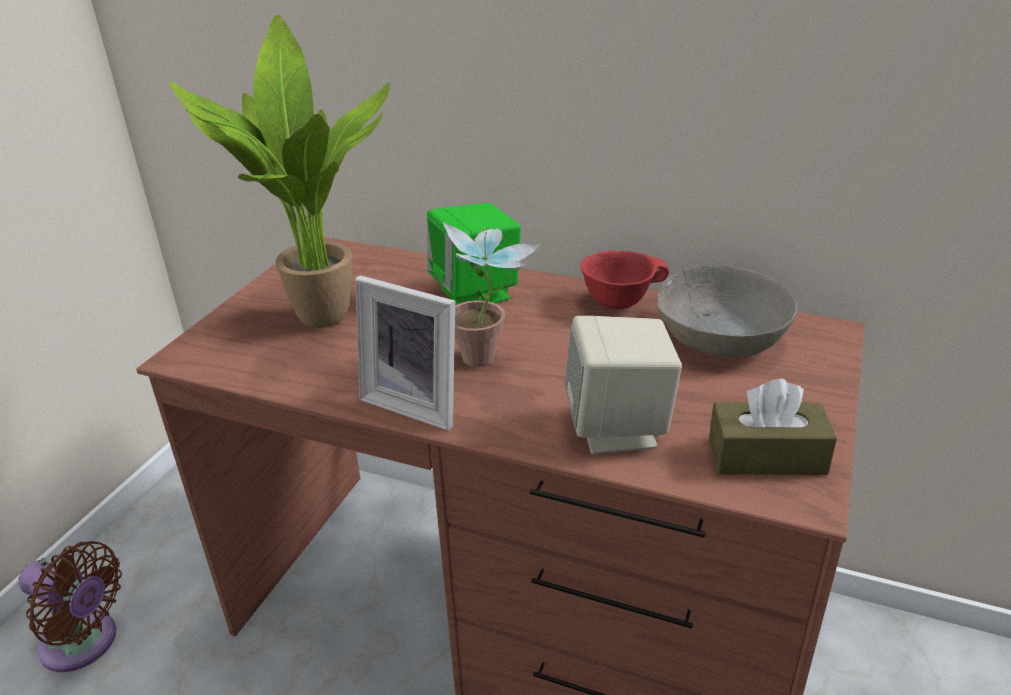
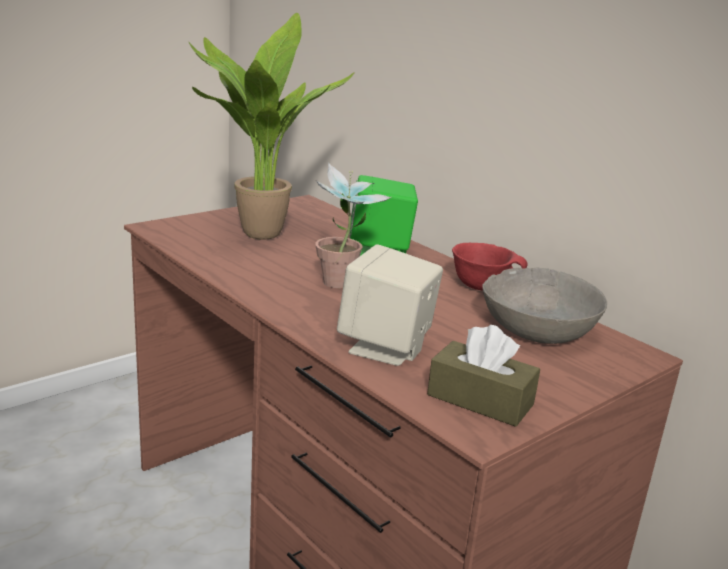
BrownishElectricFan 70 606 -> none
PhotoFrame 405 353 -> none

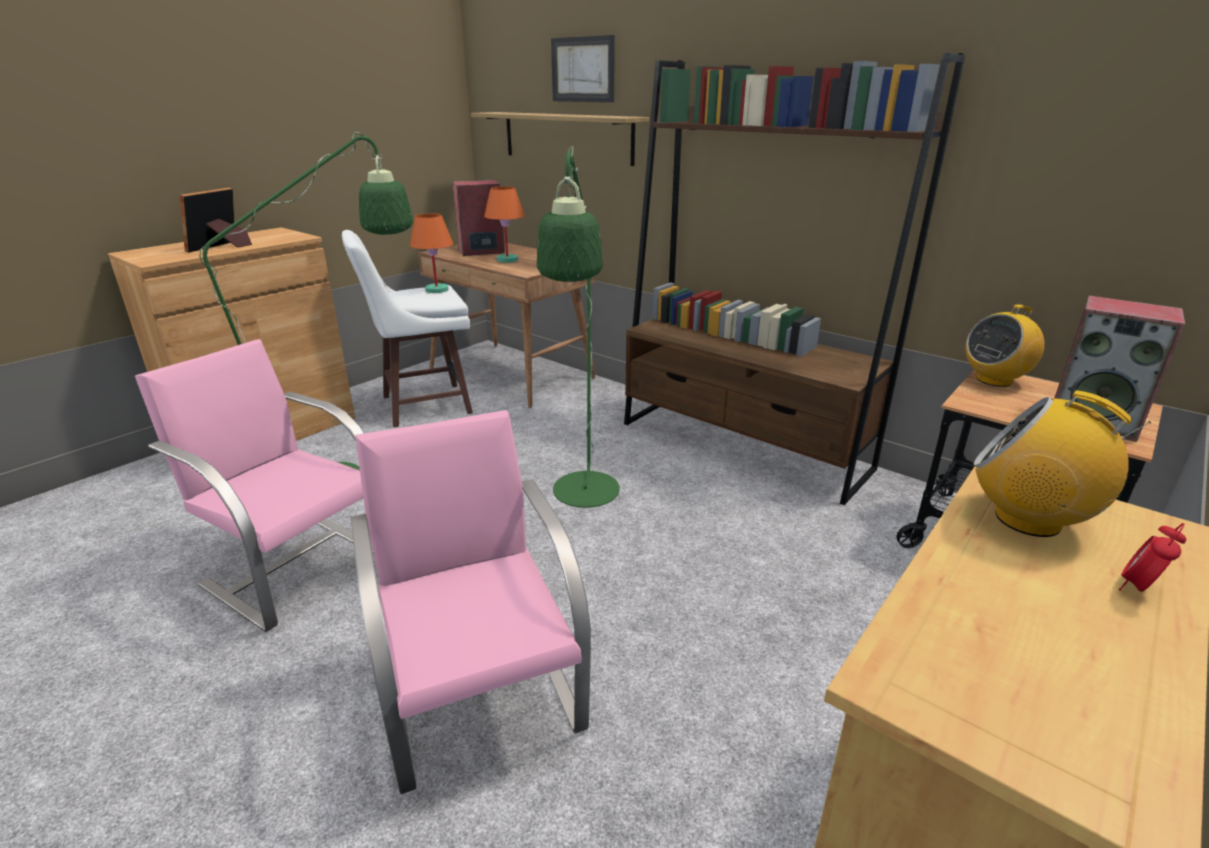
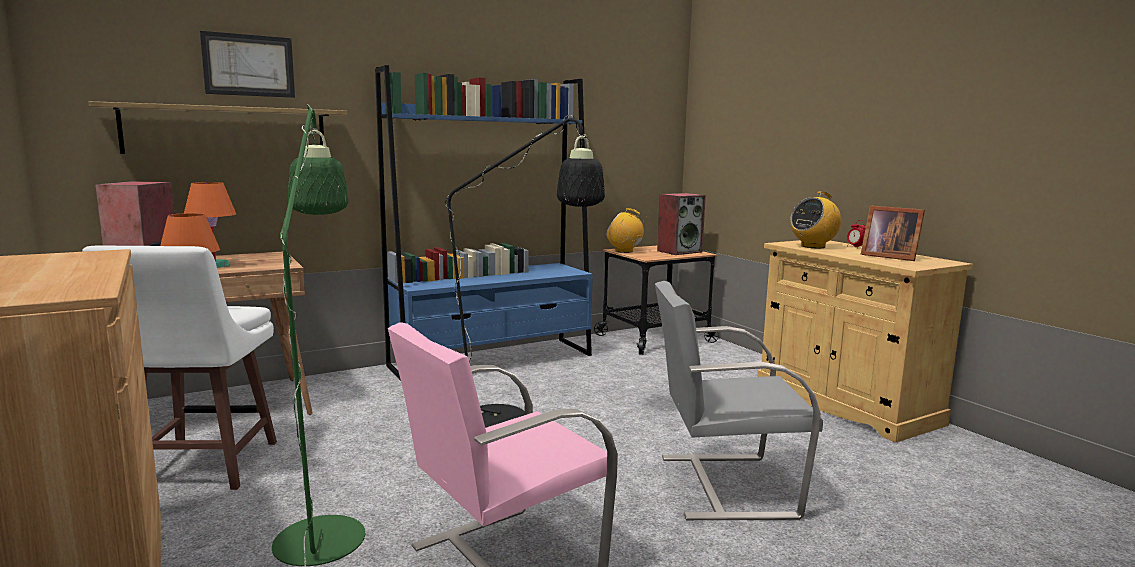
GreenColouredFloorLamp 578 327 -> BlackFloorLamp 484 271
BrownishBookshelf 794 279 -> BlueBookshelf 484 223
RadioSet 1005 345 -> RadioSet 626 230, 120 degrees clockwise
PinkishChair 471 602 -> GrayChair 739 400
PhotoFrame 216 220 -> PhotoFrame 893 233, relocated

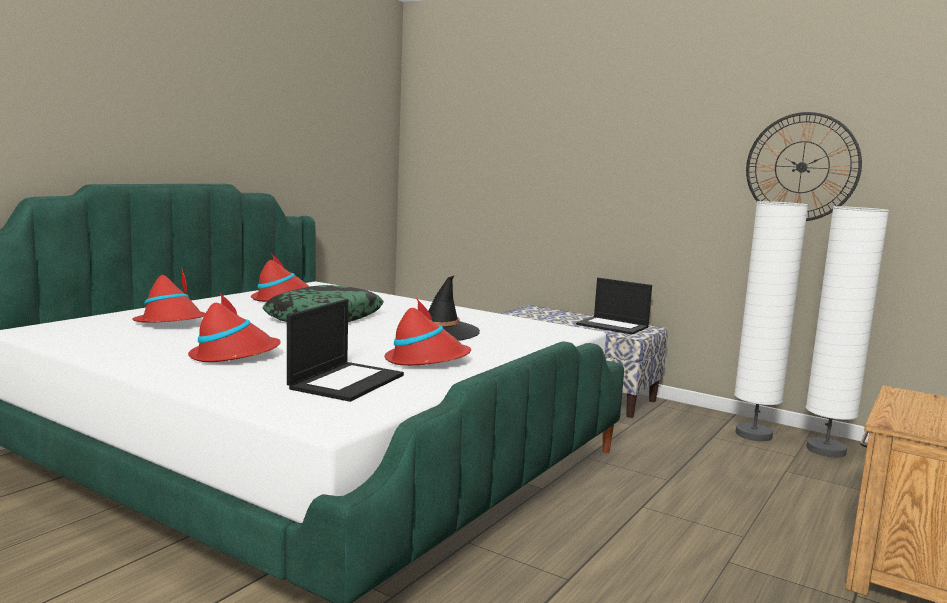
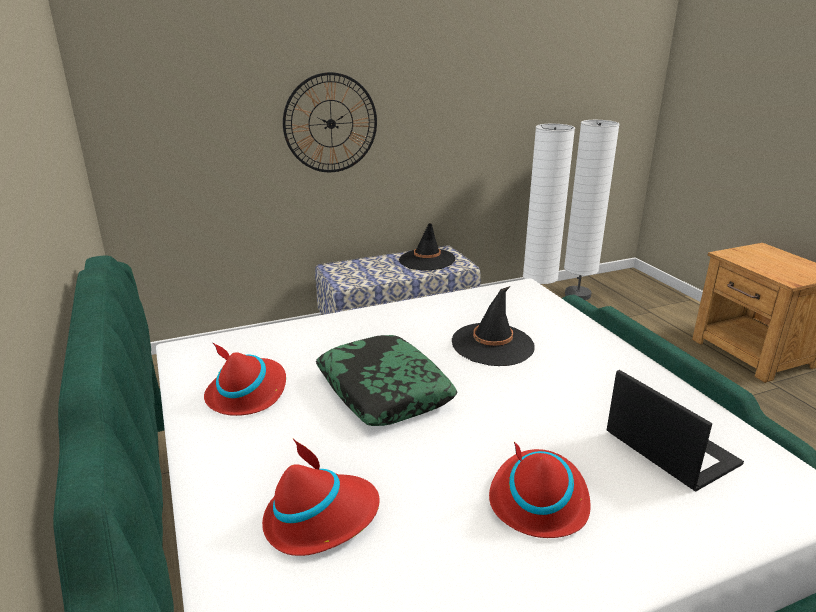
HangingClock 804 166 -> HangingClock 330 122, relocated
NotebookComputer 614 306 -> BlackHat 427 247
ReddishHat 427 331 -> none

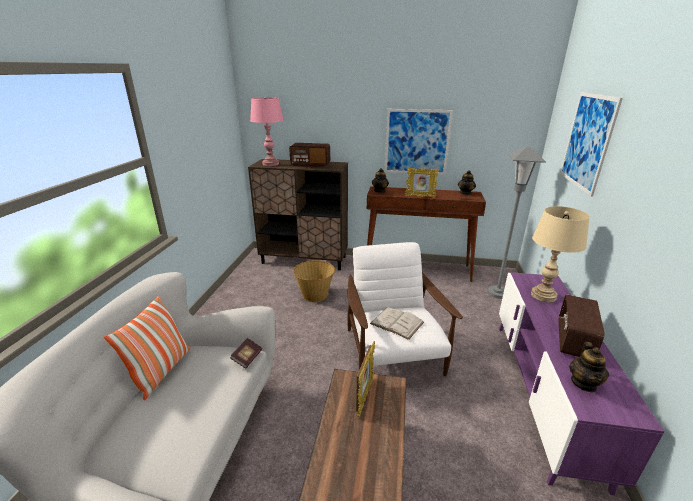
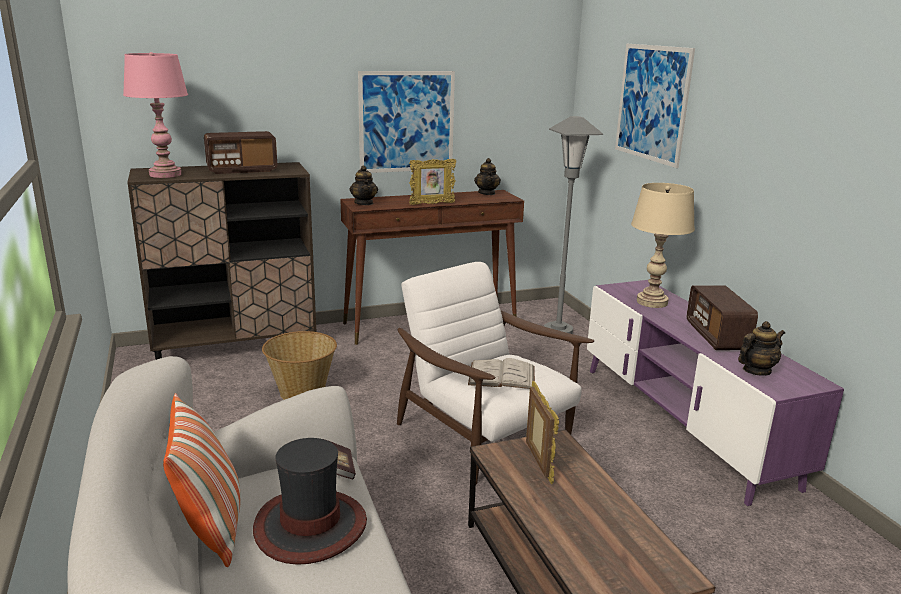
none -> Hat 310 501
TeaPot 589 367 -> TeaPot 761 348, 105 degrees counterclockwise

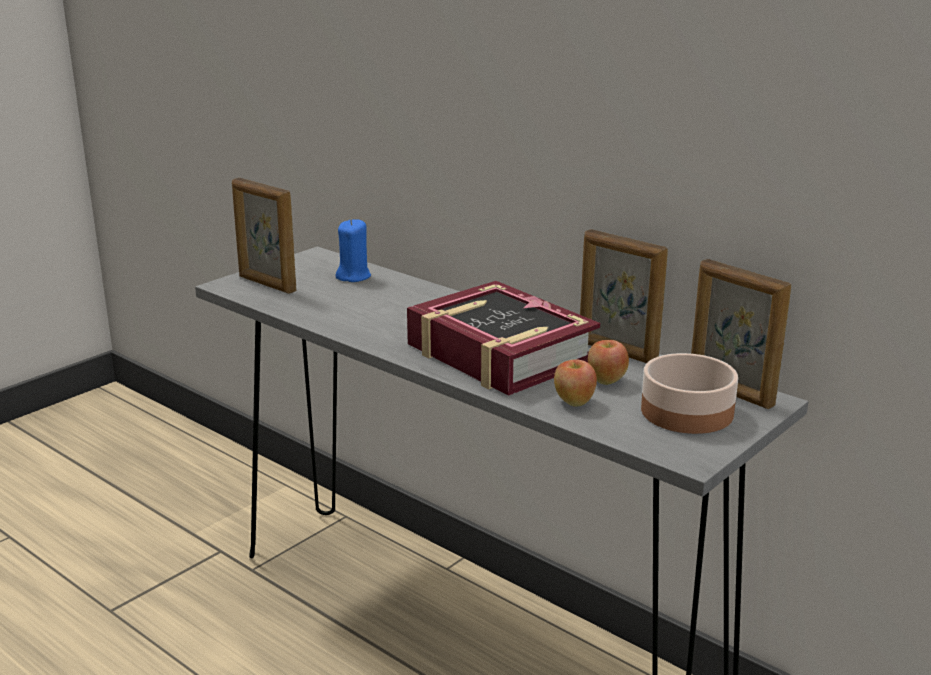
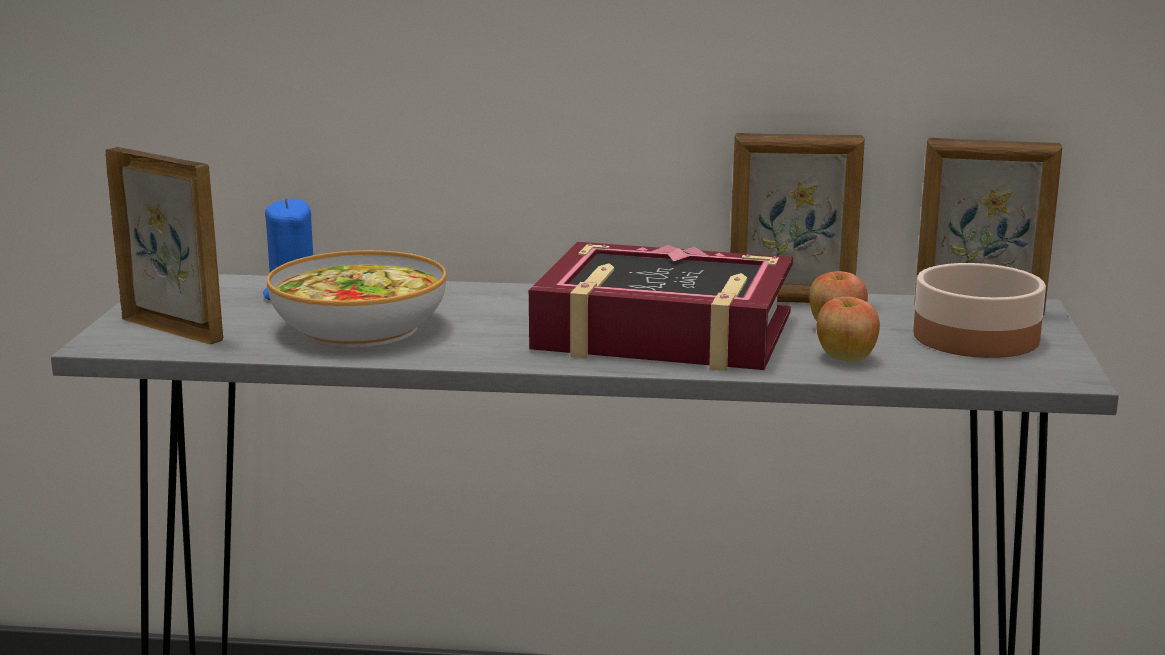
PhotoFrame 264 236 -> PhotoFrame 164 245, 150 degrees counterclockwise
none -> ServingBowl 356 299

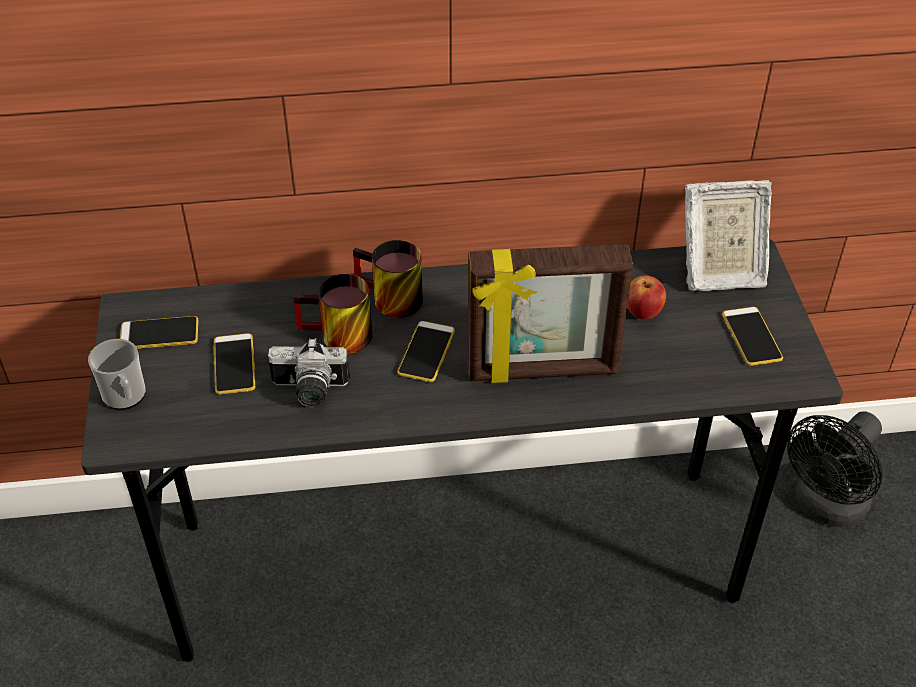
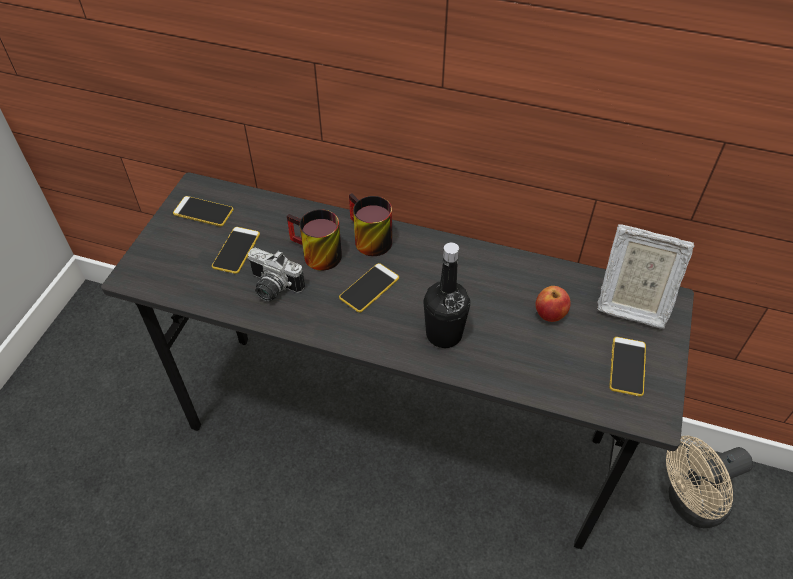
PhotoFrame 550 313 -> BlackDrinkBottle 446 295
BlackElectricFan 835 469 -> SandColouredElectricFan 709 482
Mug 117 374 -> none

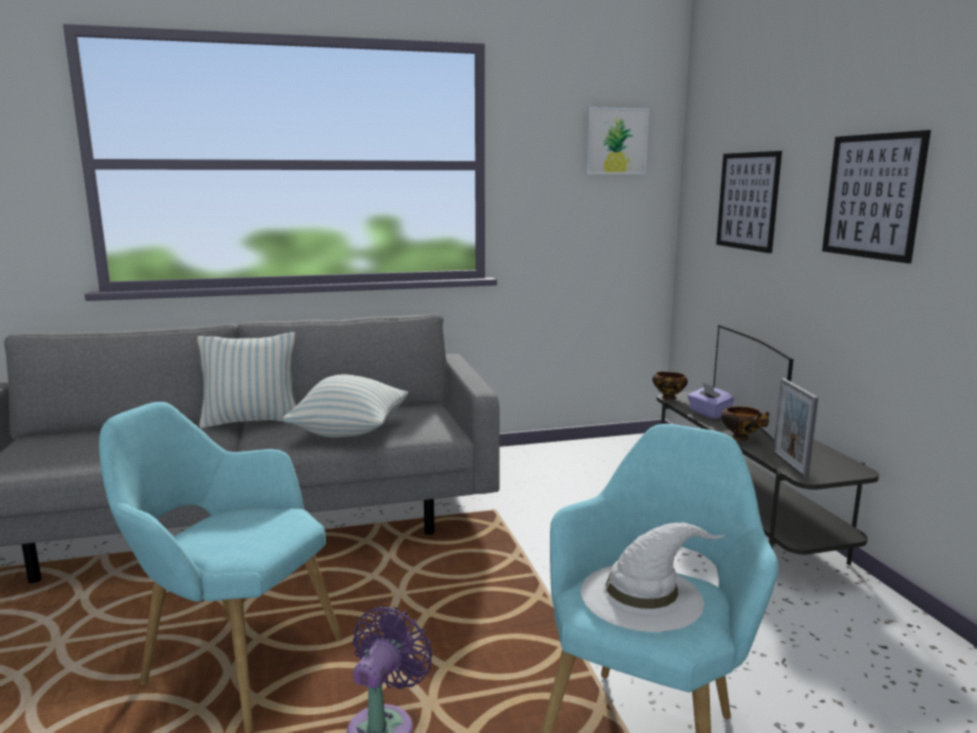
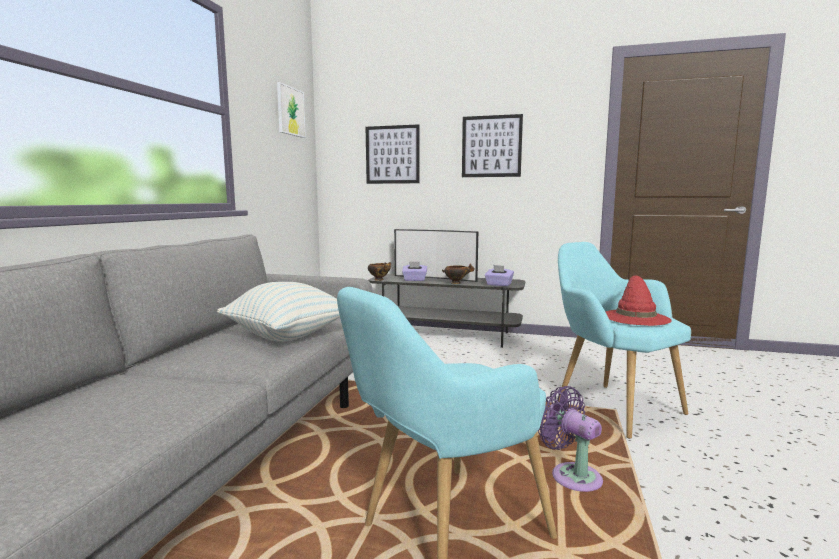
PhotoFrame 795 428 -> PurplishTissueBox 499 275
WhiteColouredHat 653 577 -> ReddishHat 638 301
Cushion 246 380 -> none

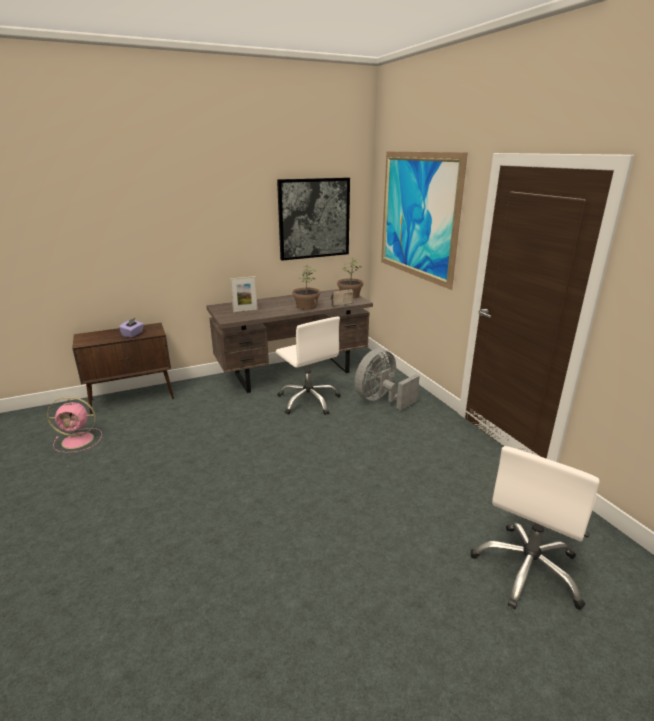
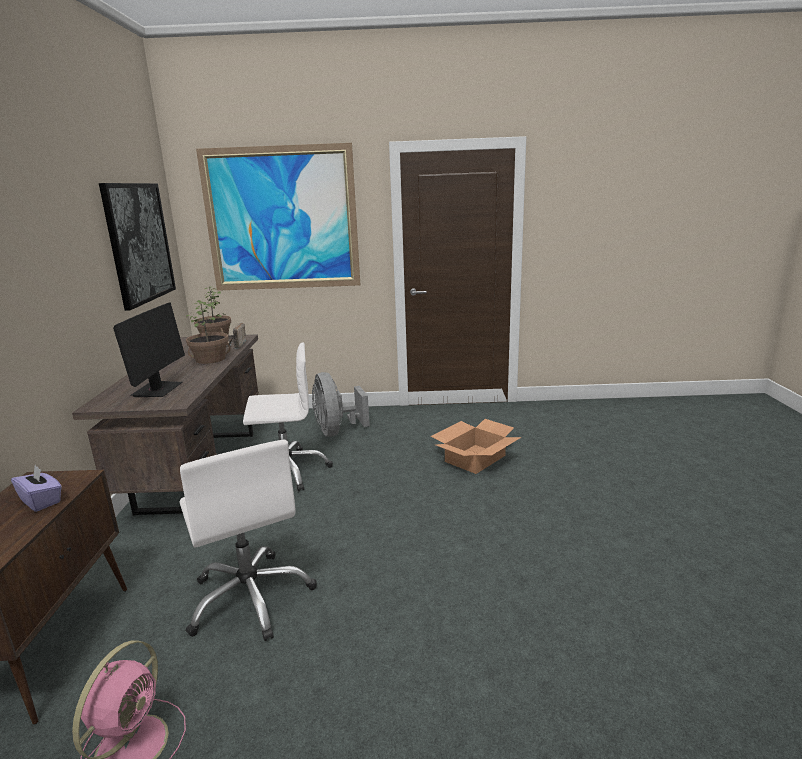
PhotoFrame 244 294 -> ComputerScreen 149 349
WhiteColouredComputerChair 535 528 -> WhiteColouredComputerChair 248 540, relocated
none -> Carton 476 446

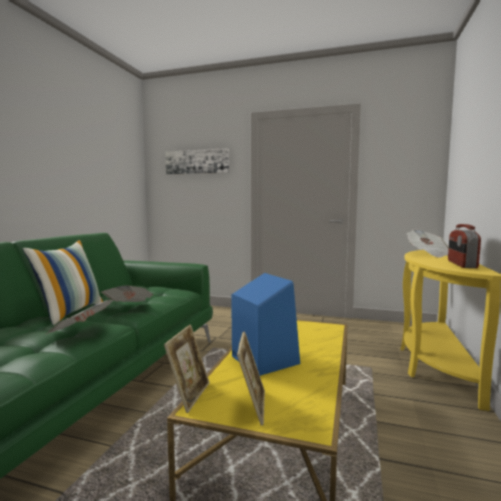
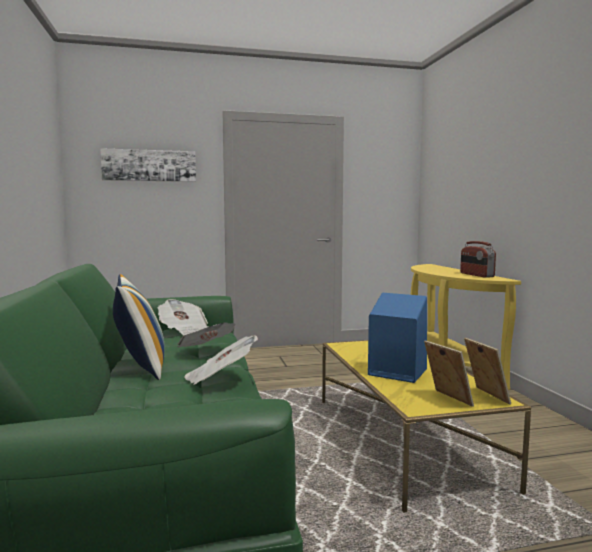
Newspaper 428 243 -> Newspaper 183 317, relocated
PhotoFrame 187 368 -> PhotoFrame 487 371, relocated

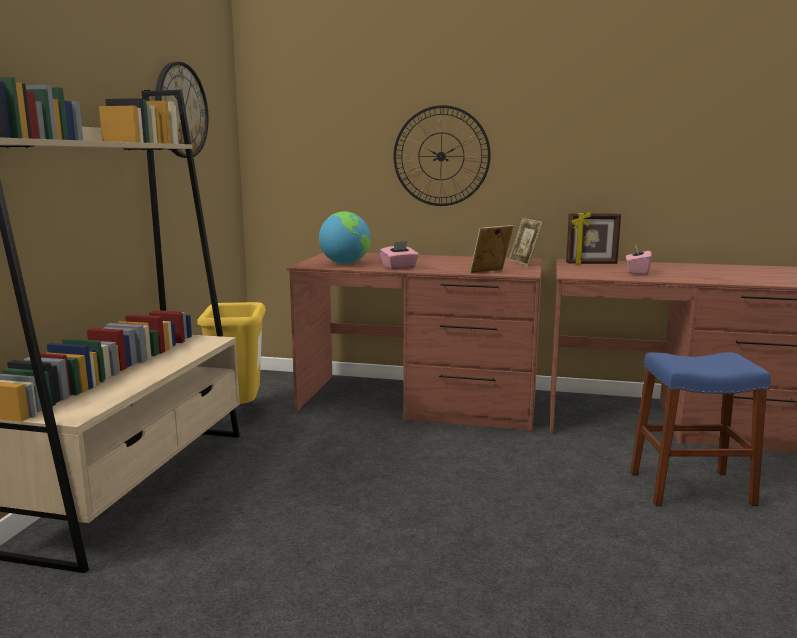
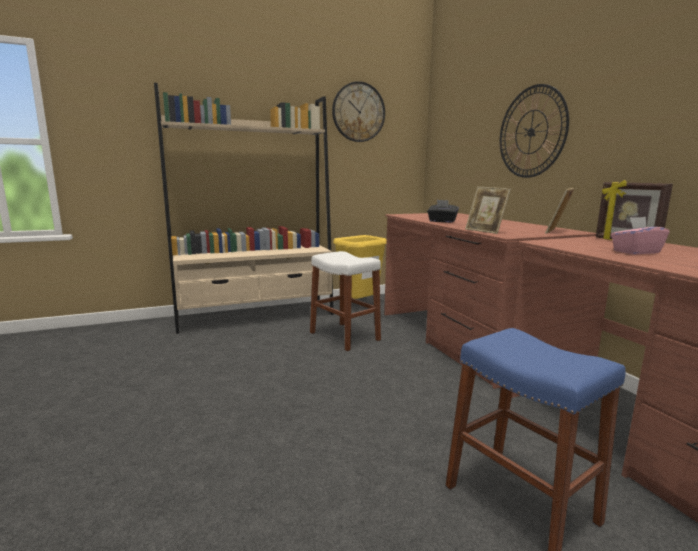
none -> WhiteColouredStoolSeat 345 301
PinkishTissueBox 399 255 -> BlackTissueBox 443 211
PhotoFrame 492 249 -> PhotoFrame 488 210, 150 degrees counterclockwise
DeskGlobe 345 237 -> none

